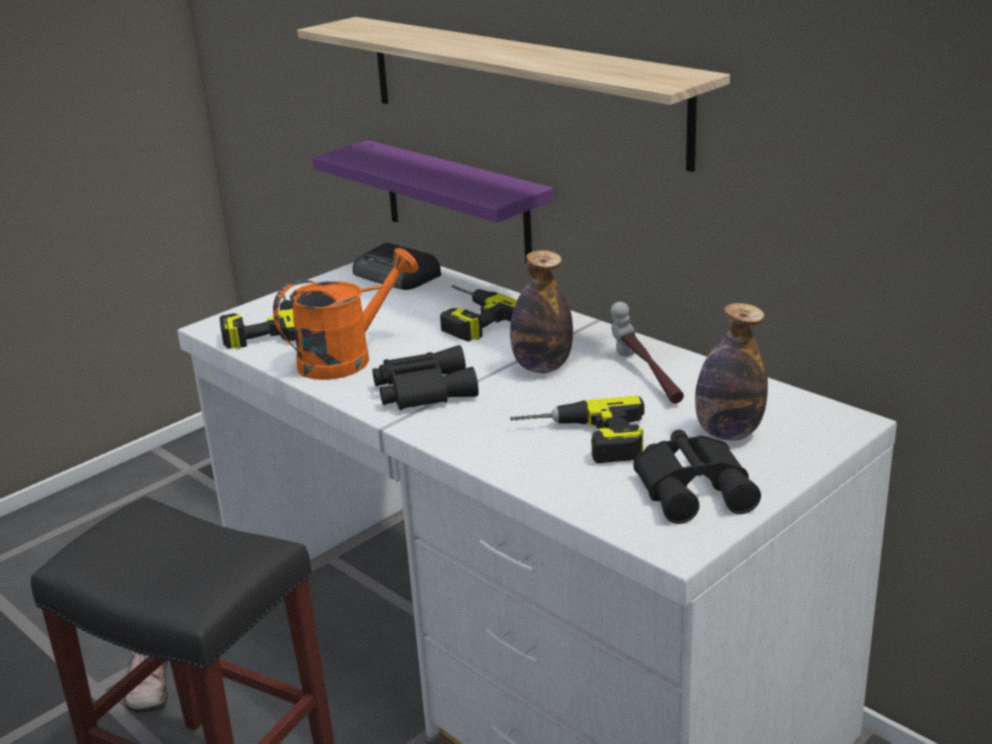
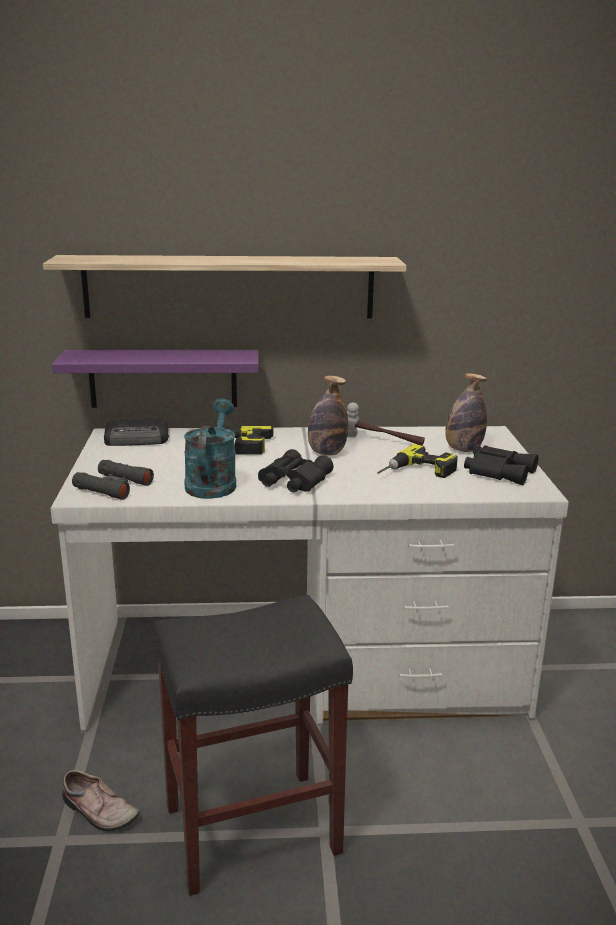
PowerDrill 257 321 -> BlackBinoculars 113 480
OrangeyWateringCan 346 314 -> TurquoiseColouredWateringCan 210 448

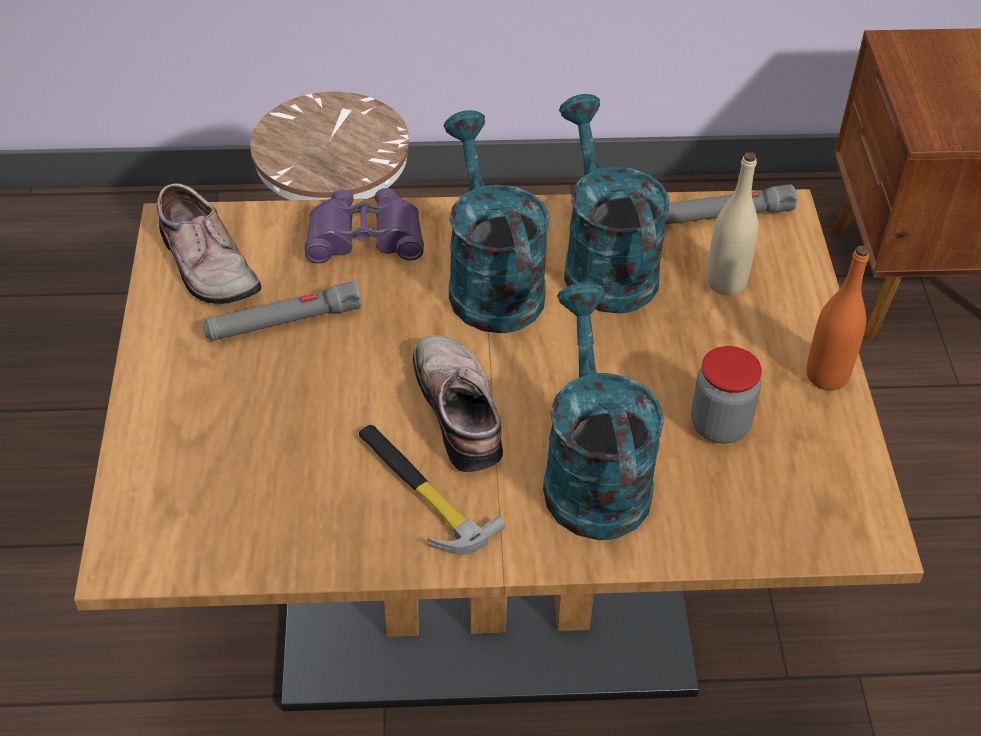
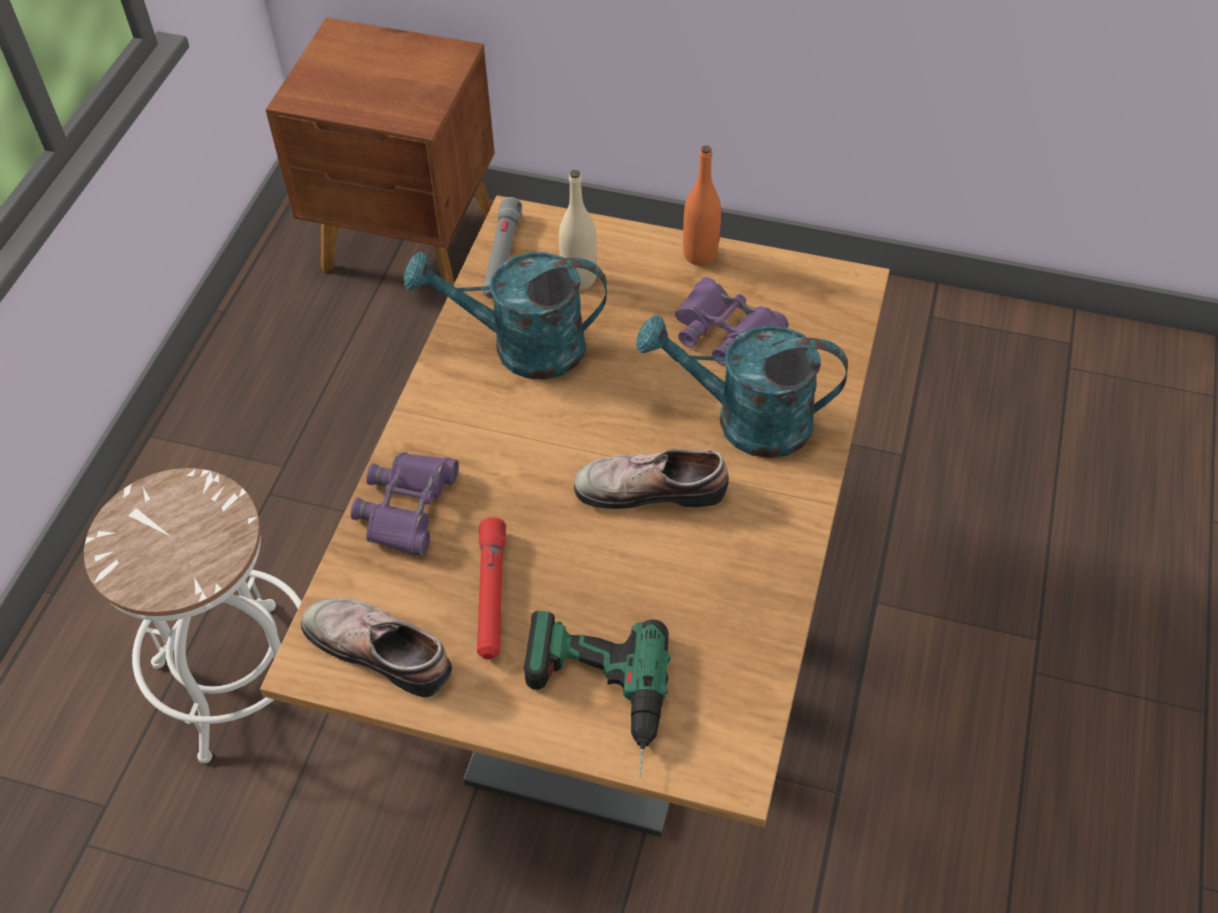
LowShoe 209 244 -> LowShoe 376 647, 135 degrees counterclockwise
GrayFlashlight 282 311 -> ReddishFlashlight 491 588
none -> PowerDrill 597 694
Jar 726 395 -> PurplishBinoculars 732 321
HandHammer 432 490 -> none
TurquoiseColouredWateringCan 496 221 -> none

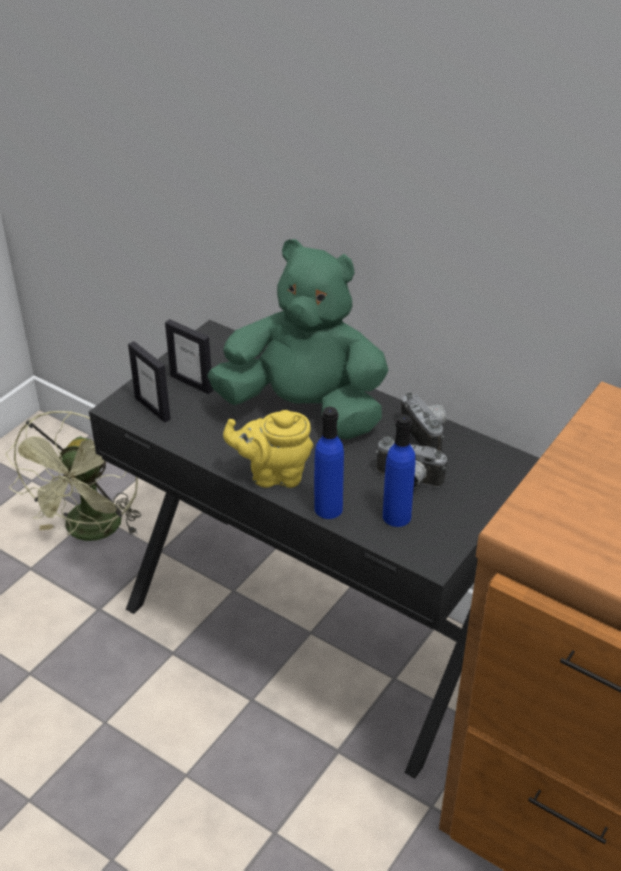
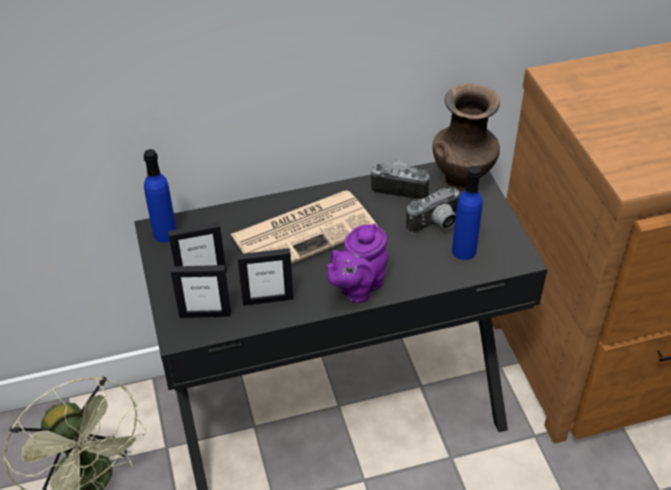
BlueDrinkBottle 329 463 -> BlueDrinkBottle 160 196, relocated
GreenColouredCuddlyToy 298 339 -> Newspaper 304 227
none -> PhotoFrame 265 277
YellowColouredTeaPot 268 449 -> PurplishTeaPot 357 263
none -> BrownishFlowerVase 466 136

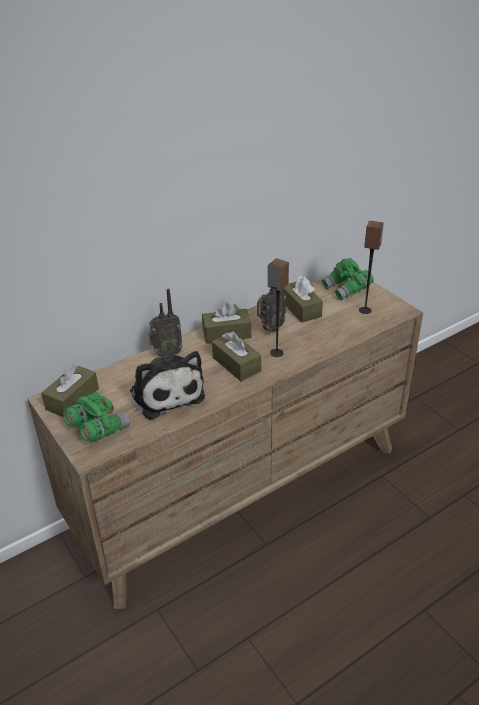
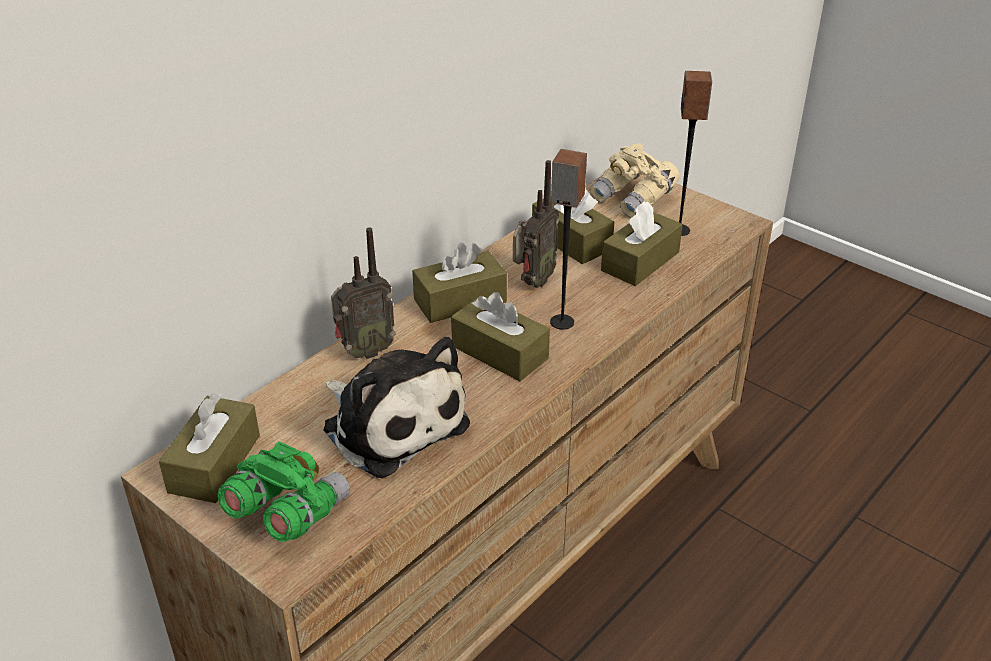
GreenColouredBinoculars 347 279 -> SandColouredBinoculars 635 180
none -> BrownishTissueBox 642 243

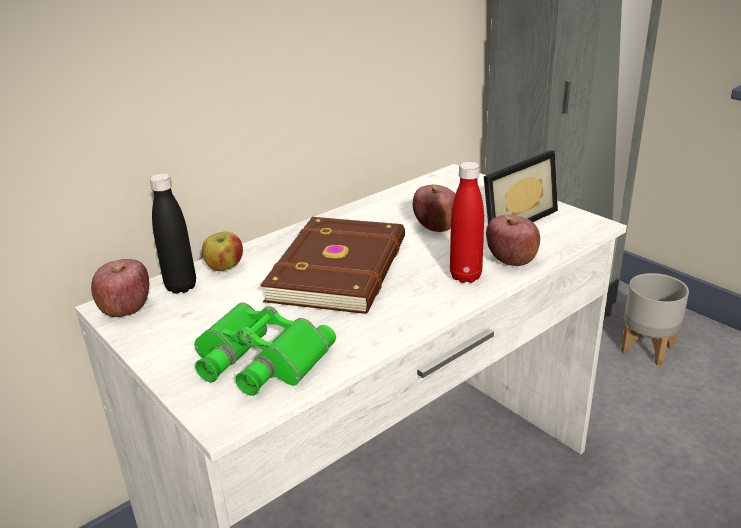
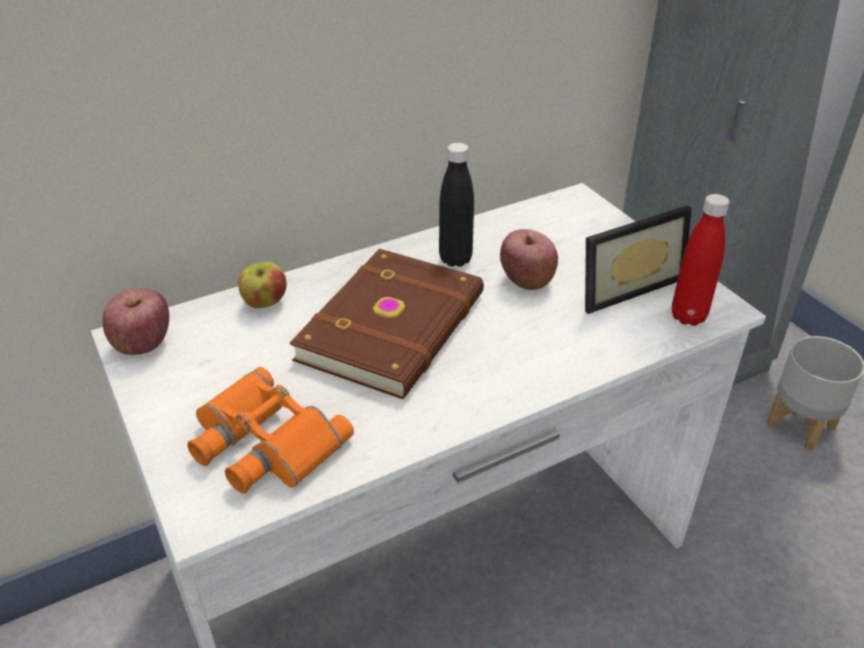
GreenColouredBinoculars 265 349 -> OrangeyBinoculars 270 430
BlackDrinkBottle 173 233 -> BlackDrinkBottle 456 205, relocated
ReddishDrinkBottle 467 222 -> ReddishDrinkBottle 701 260, relocated
WholeApple 513 240 -> none

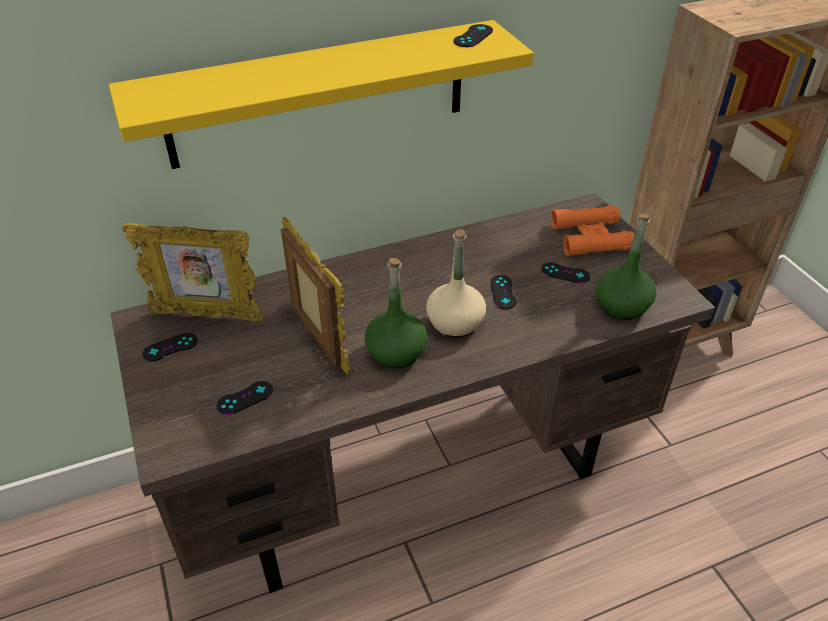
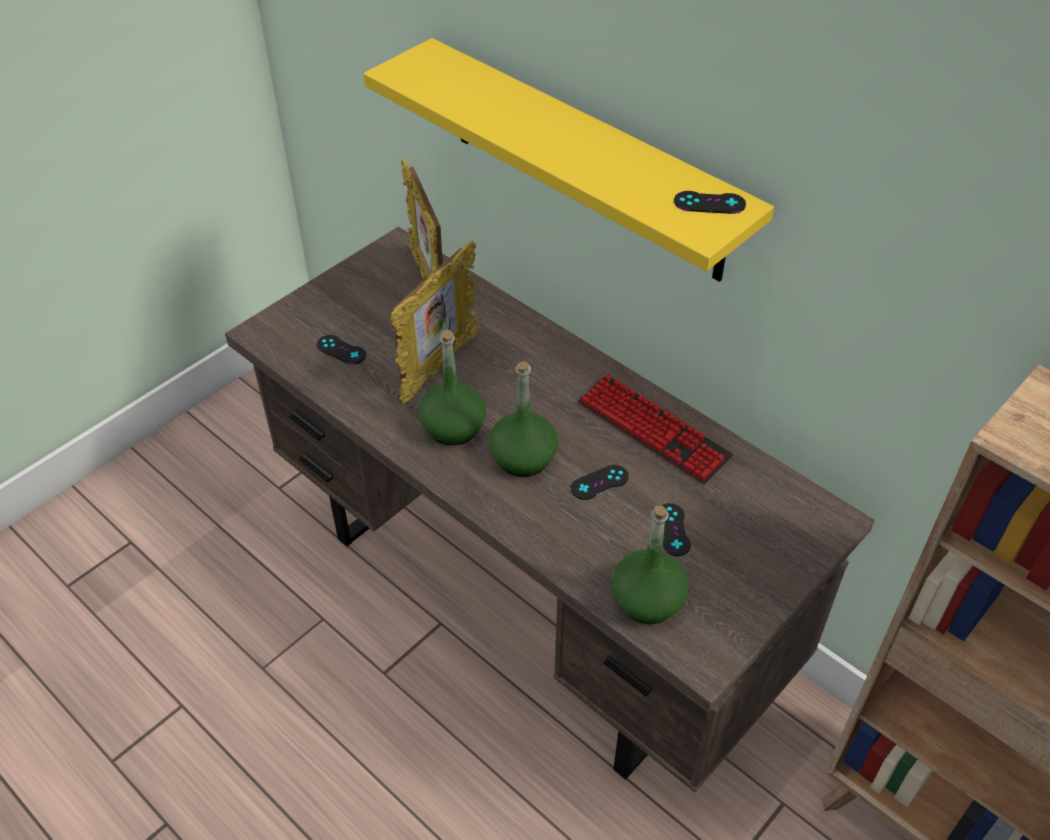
SandColouredDrinkBottle 456 283 -> GreenColouredDrinkBottle 523 419
none -> PcKeyboard 655 429
BlackGamepad 169 347 -> none
OrangeyBinoculars 593 231 -> none

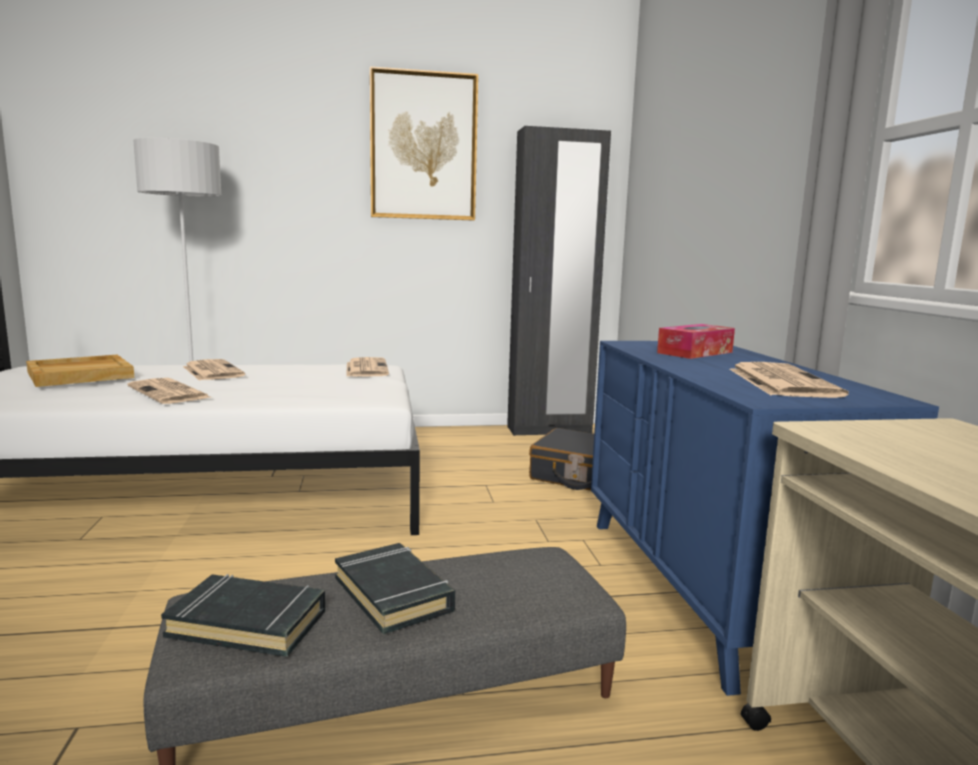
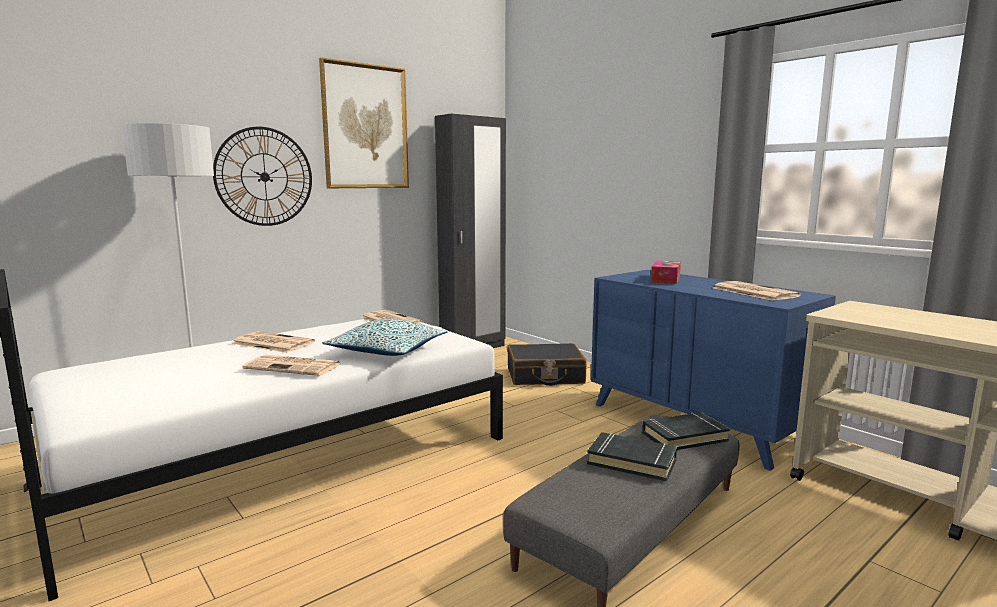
none -> HangingClock 262 176
none -> Cushion 384 337
BlackBook 243 615 -> BlackBook 686 431, relocated
SandColouredCarryingTray 80 371 -> none

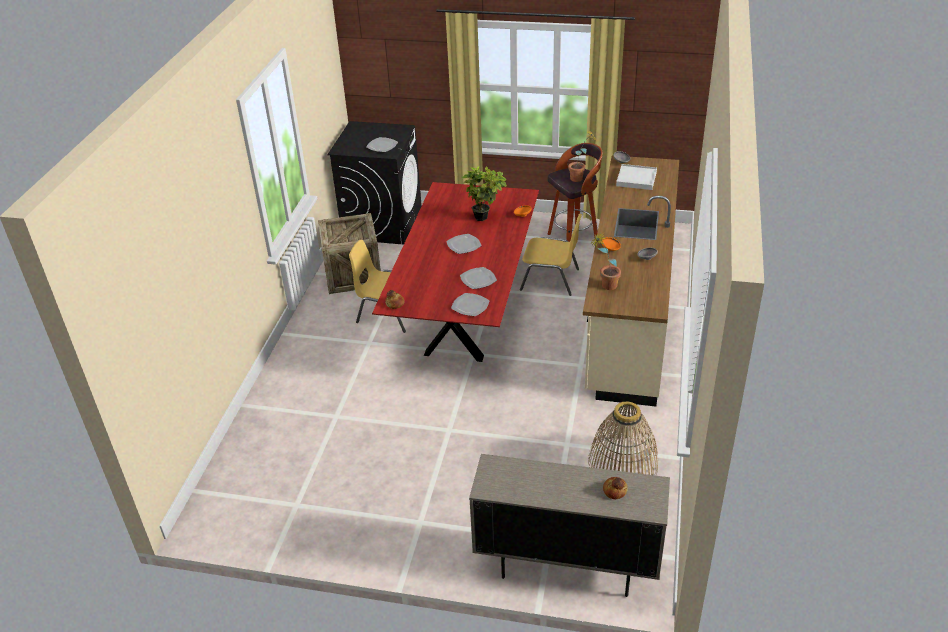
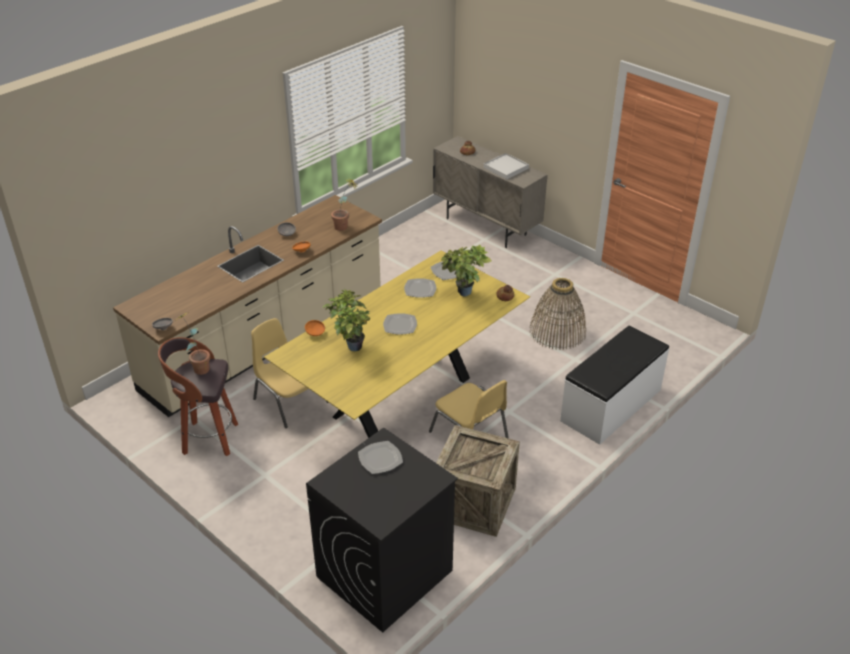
ReddishDinnerTable 455 272 -> YellowColouredDinnerTable 397 344
none -> PottedPlant 466 271
WhiteColouredCarryingTray 636 177 -> WhiteColouredCarryingTray 506 166, relocated
StorageBasket 623 438 -> StorageBasket 557 314, relocated
none -> WhiteColouredIndoorBench 614 385

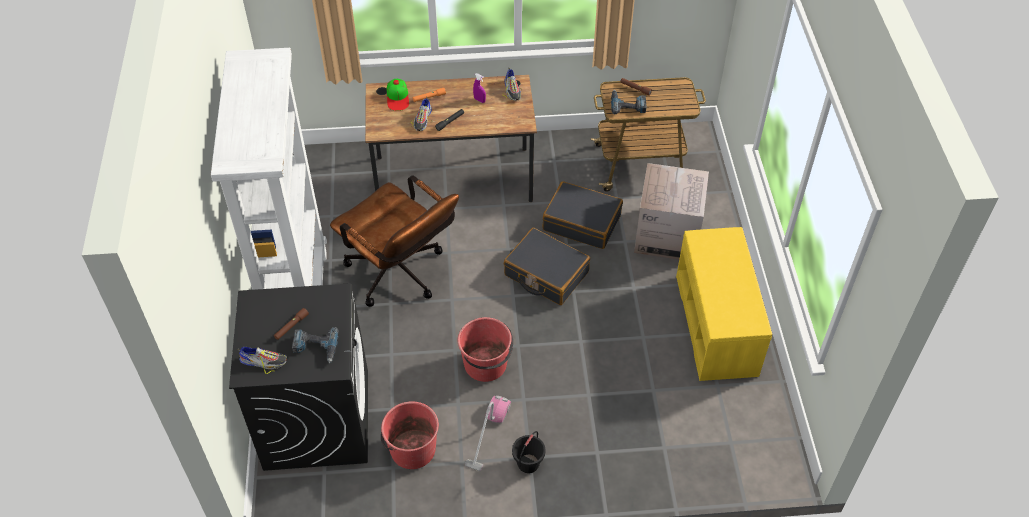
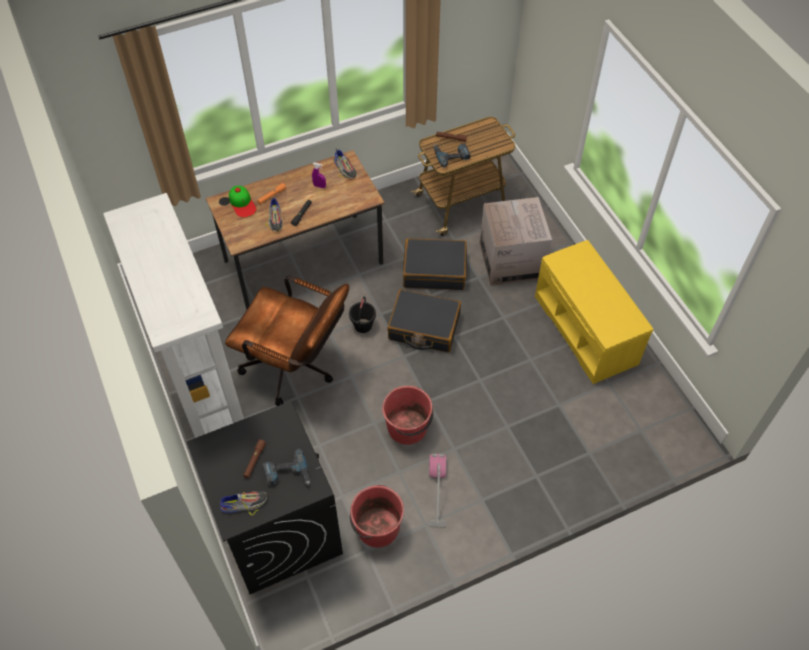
BlackBucket 528 452 -> BlackBucket 362 314, relocated

